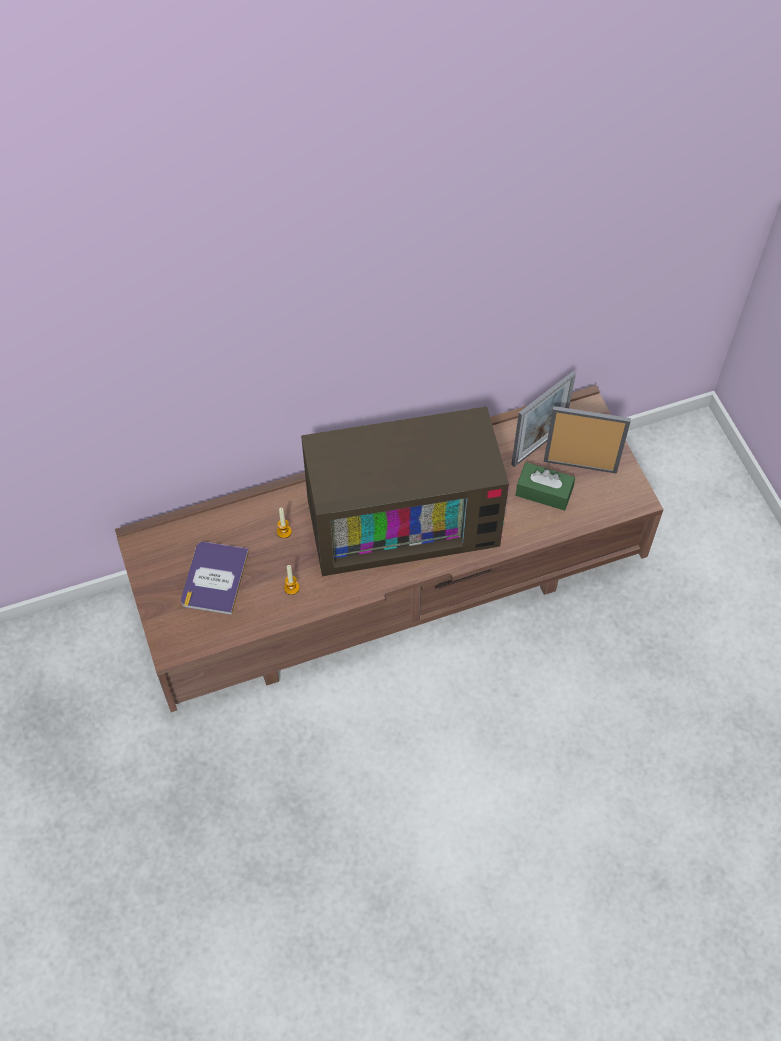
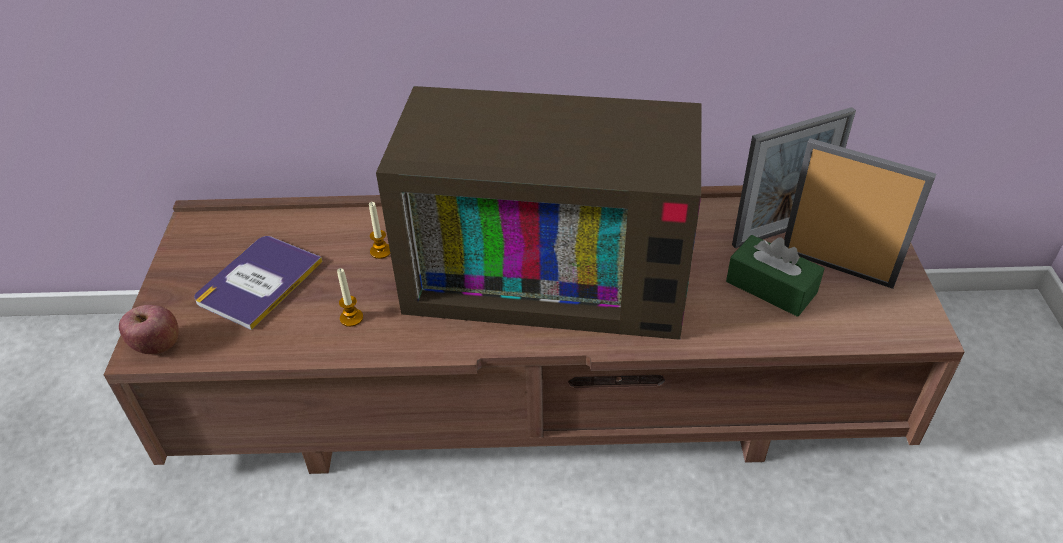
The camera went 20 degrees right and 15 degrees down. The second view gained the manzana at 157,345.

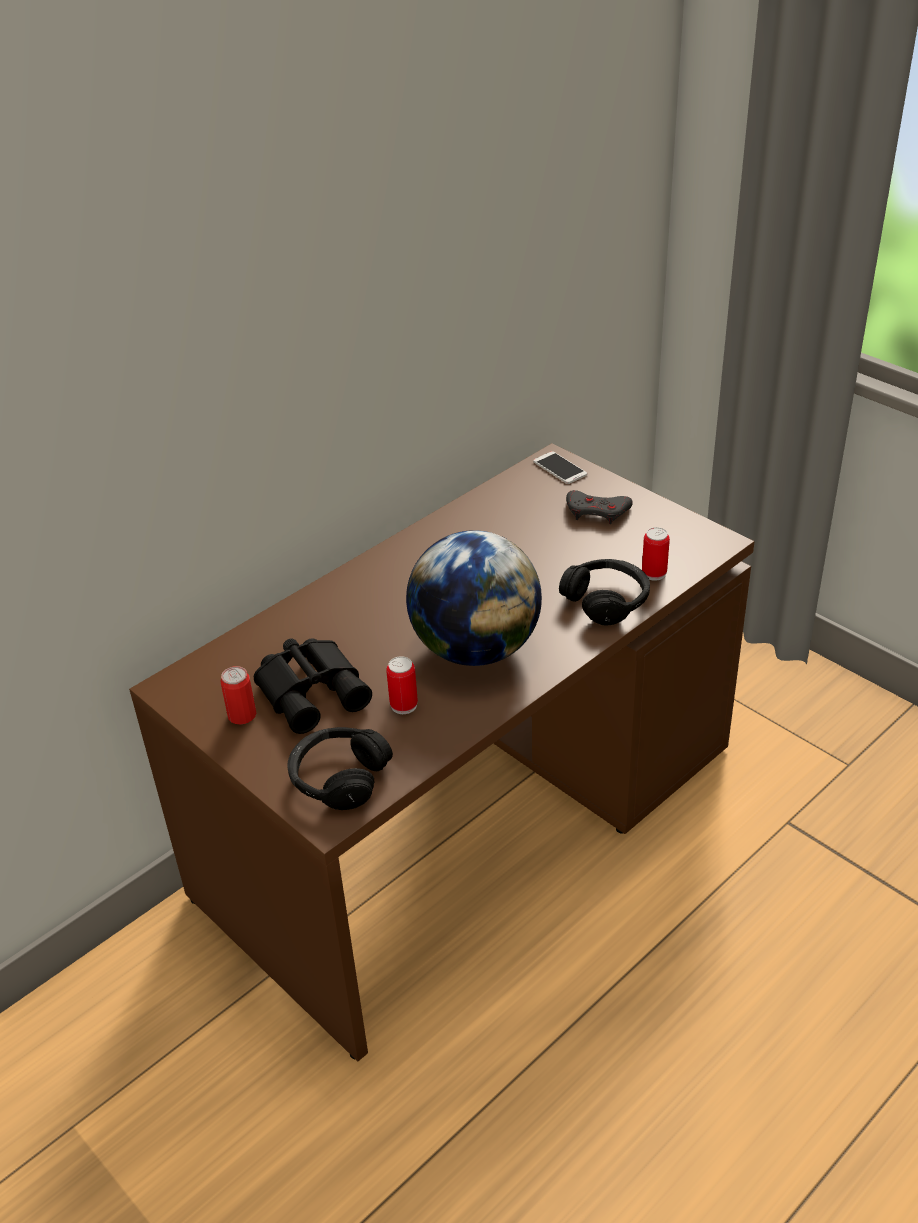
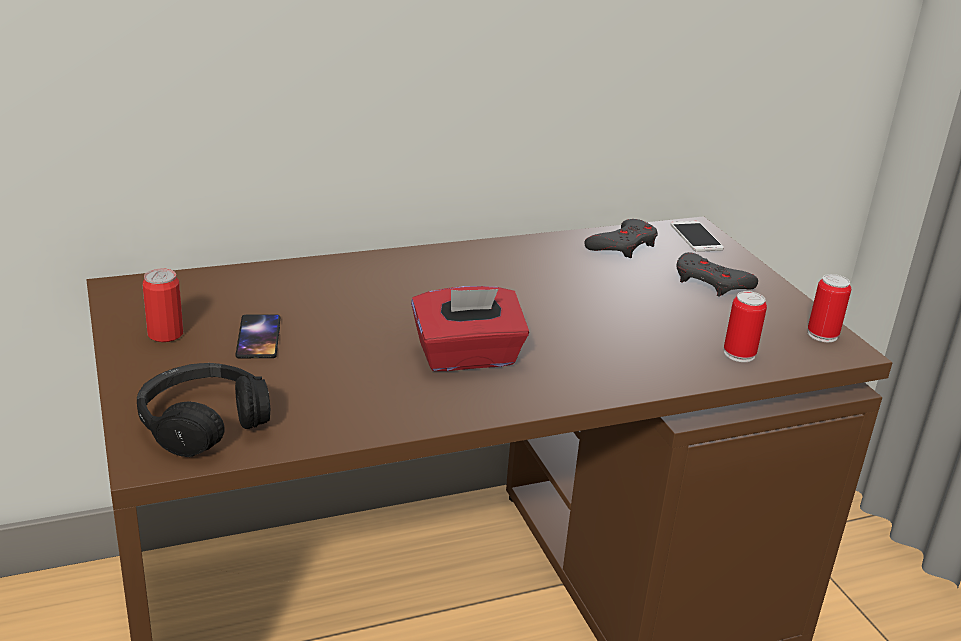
The camera went 20 degrees right and 10 degrees down. Where the globo terráqueo stood at 475,649, the caja de pañuelos/rojo came to stand at 467,357. The second view lost the auriculares/negro at 606,601. Where the prismáticos/negro stood at 313,690, the móvil came to stand at 259,337. The lata ended up elsewhere, having gone from 404,705 to 822,335. The second view gained the mando de consola/gris at 623,245.

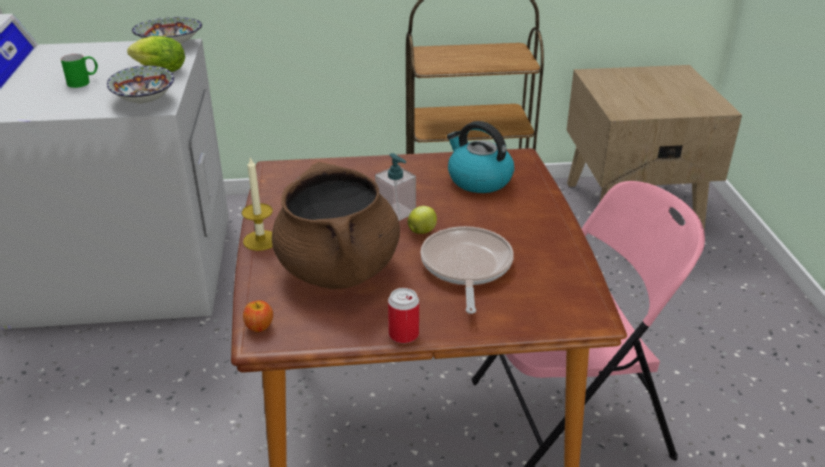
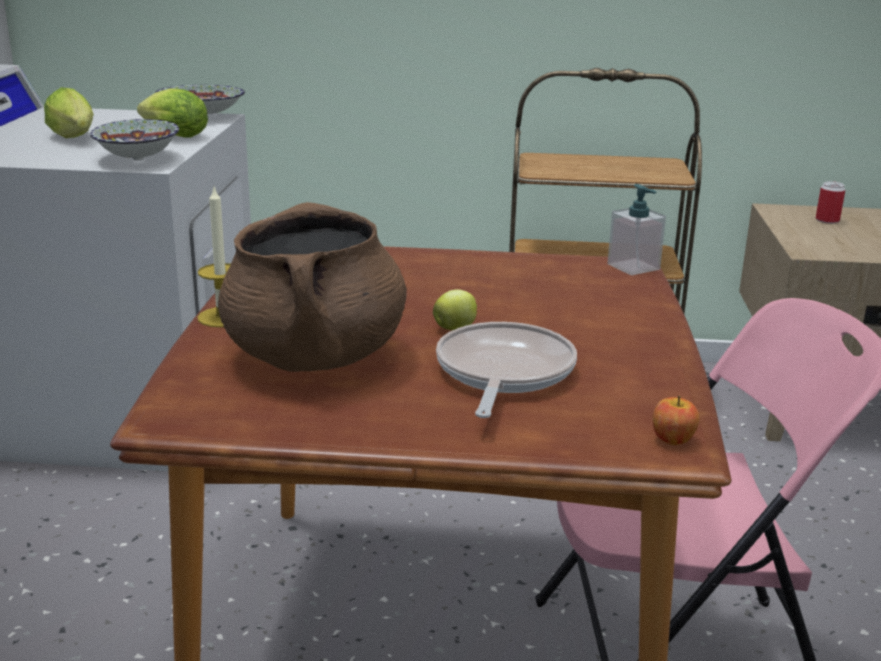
The camera went 10 degrees right and 10 degrees down. Where the taza grande/verde stood at 84,82, the lechuga came to stand at 75,139. The second view lost the hervidor at 478,180. The dispensador de jabón ended up elsewhere, having gone from 396,212 to 633,267. The lata ended up elsewhere, having gone from 403,334 to 827,220. The manzana ended up elsewhere, having gone from 259,326 to 673,439.

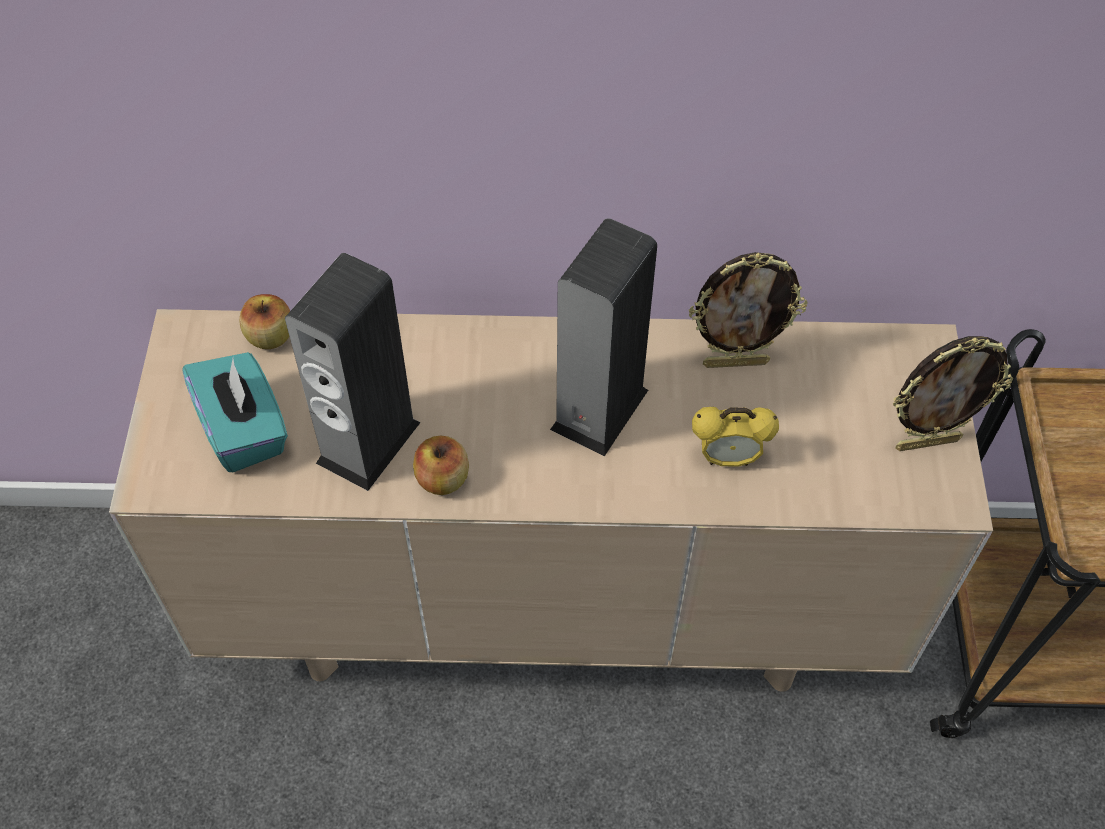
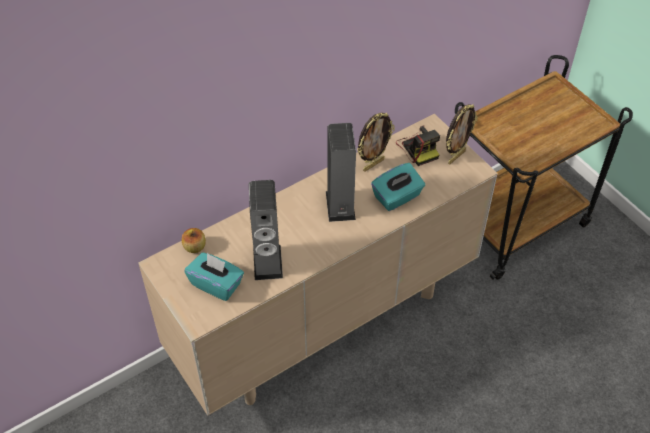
The camera went 35 degrees left and 5 degrees down. Where the despertador stood at 728,458, the caja de pañuelos/turquesa came to stand at 397,197. The second view lost the manzana at 442,479. The second view gained the cámara at 418,148.

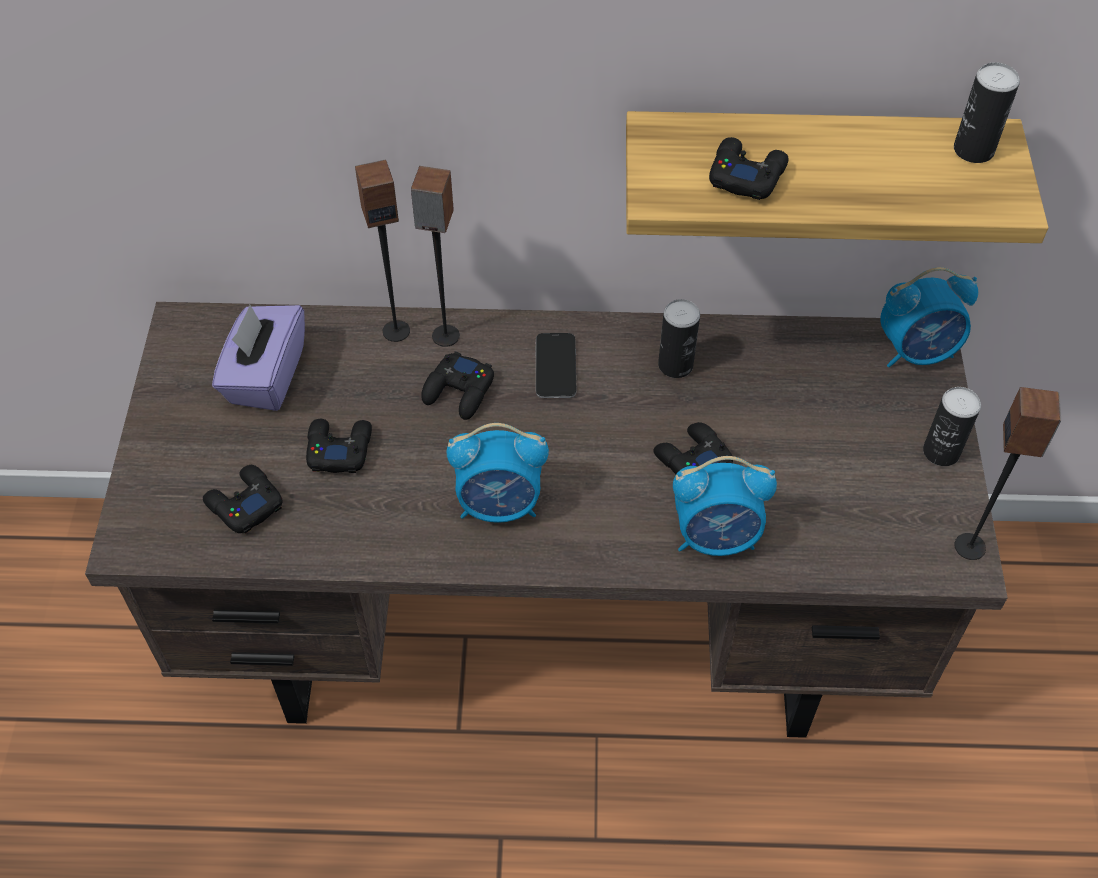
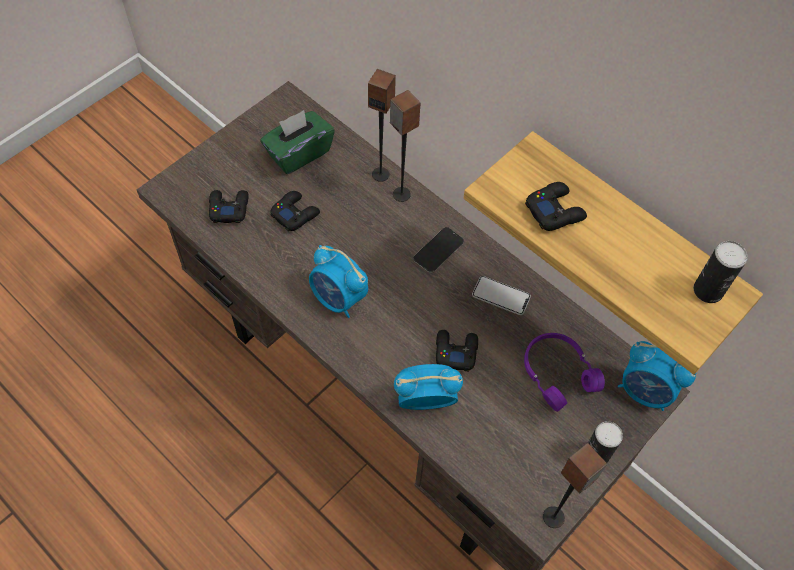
The camera went 40 degrees right and 5 degrees up. Where the lata stood at 675,365, the móvil came to stand at 501,296. What was the caja de pañuelos/morado at 265,376 turned into the caja de pañuelos/verde at 299,153. The second view lost the mando de consola/negro at 459,391. The despertador at 716,537 ended up facing another way, 135 degrees clockwise from before. The second view gained the auriculares/morado at 558,373.

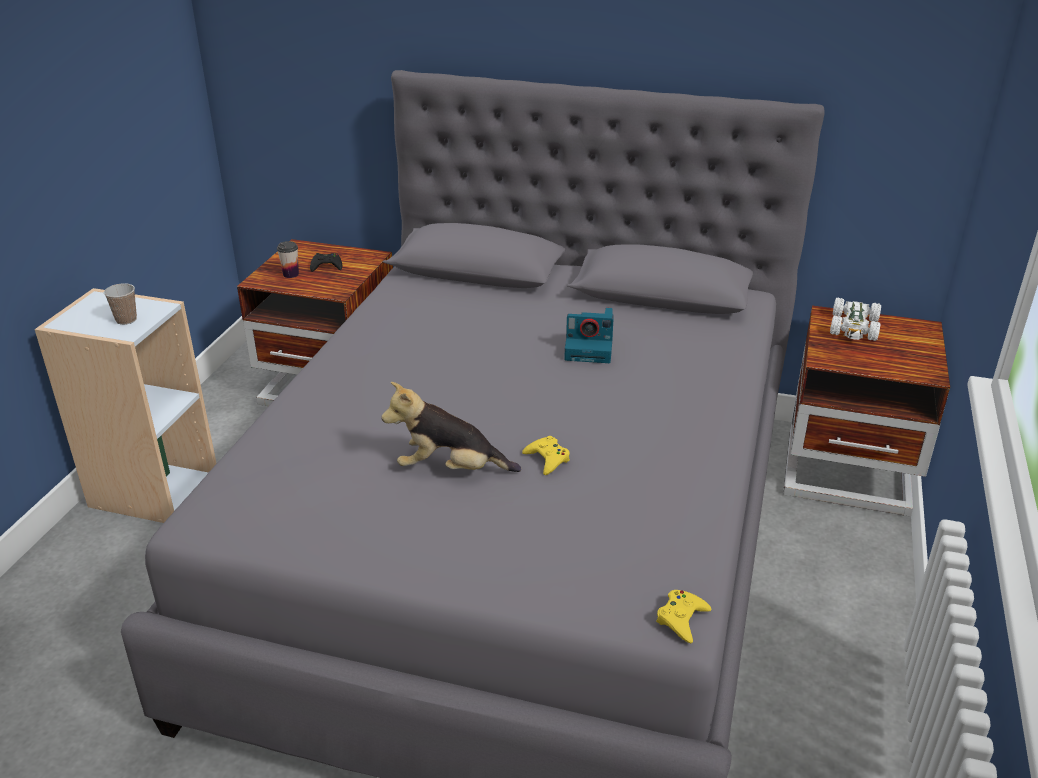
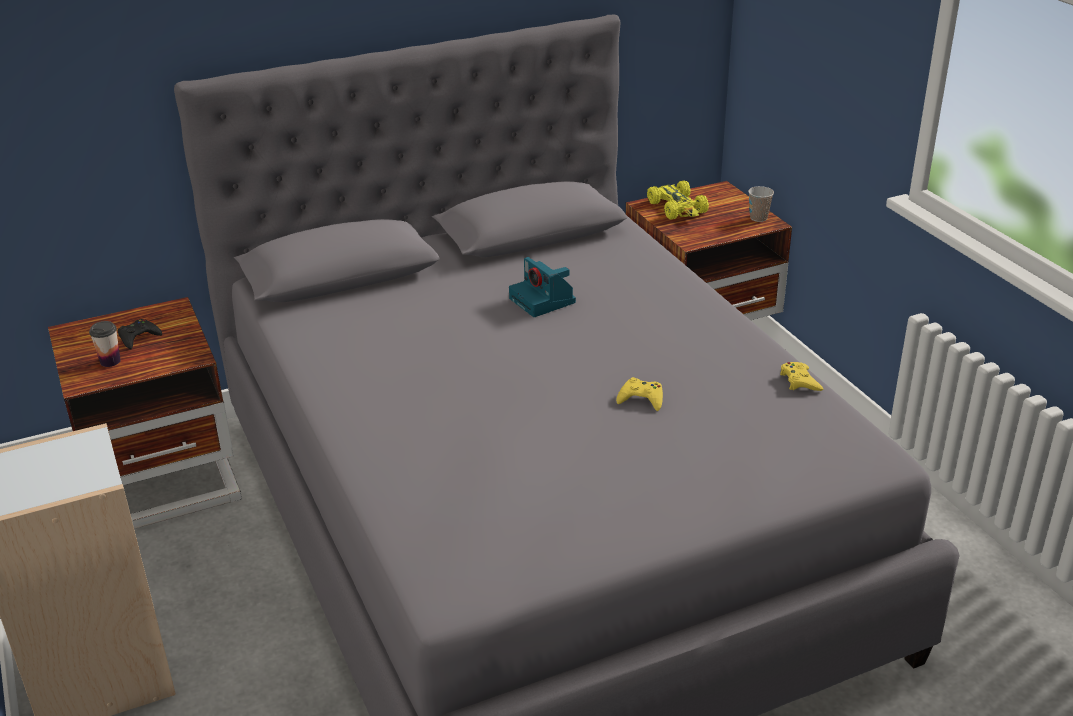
The camera went 40 degrees left and 0 degrees up. The taza ended up elsewhere, having gone from 126,320 to 758,218. What was the coche de juguete/blanco at 854,327 turned into the coche de juguete/amarillo at 678,208. The cámara at 590,349 ended up facing another way, 90 degrees clockwise from before. The second view lost the peluche at 450,469. The mando de consola/amarillo ended up elsewhere, having gone from 682,619 to 799,381.

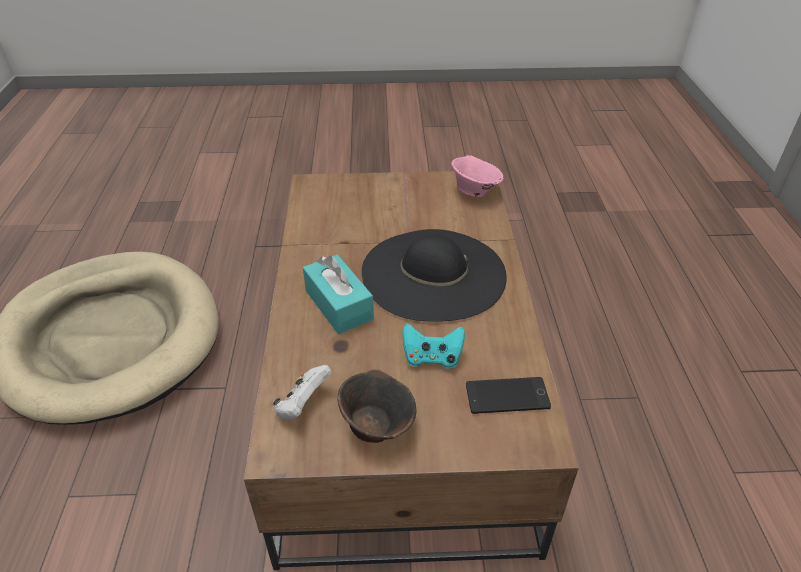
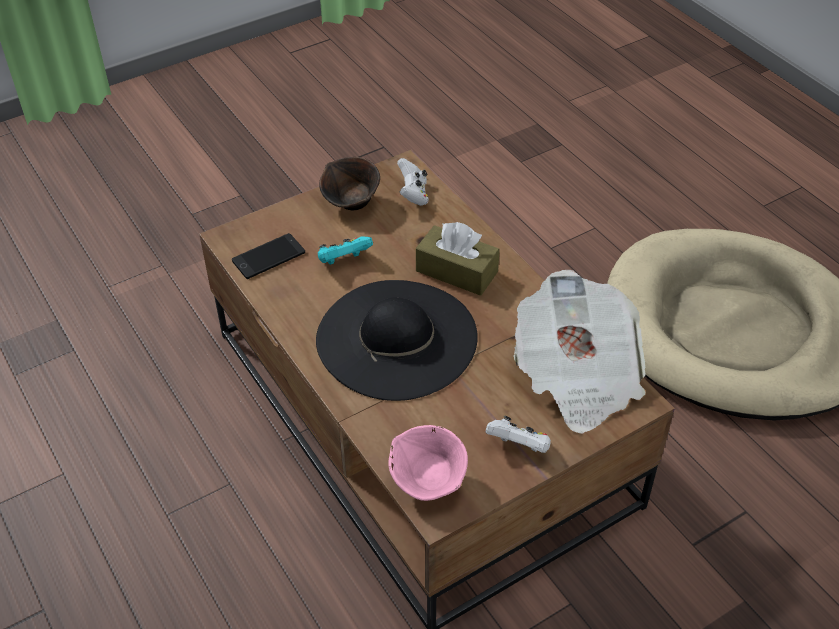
The camera went 150 degrees right and 5 degrees up. What was the caja de pañuelos/turquesa at 339,305 turned into the caja de pañuelos/marrón at 456,271. The second view gained the periódico at 577,376. The second view gained the mando de consola/blanco at 519,447.

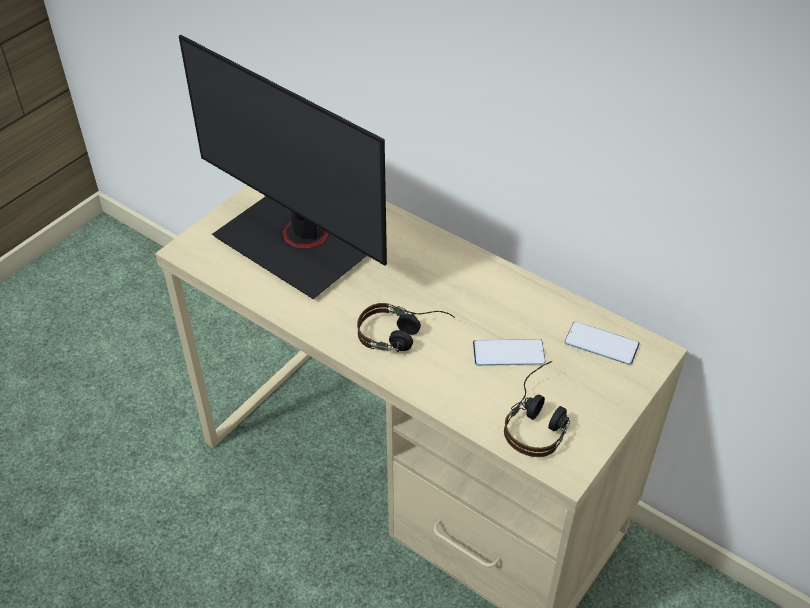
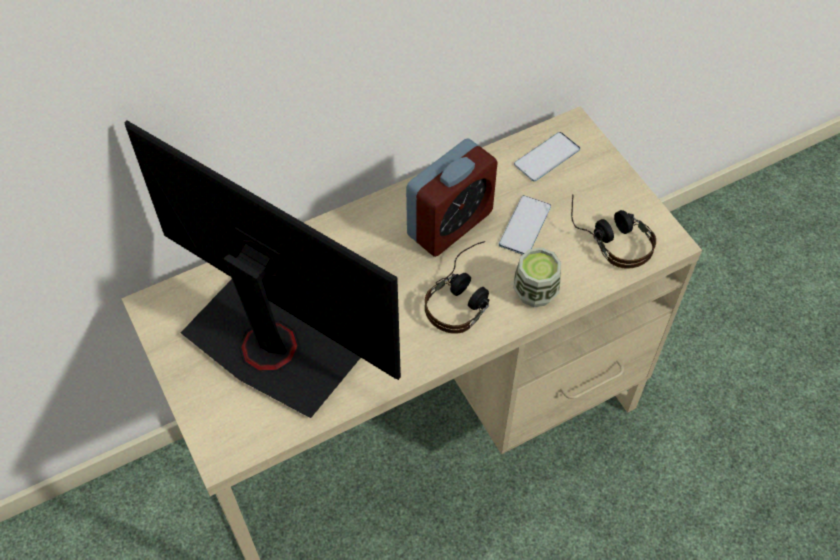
The camera went 65 degrees left and 10 degrees up. The monitor at 298,242 ended up facing another way, 120 degrees counterclockwise from before. The second view gained the despertador at 450,224. The second view gained the taza at 535,291.

